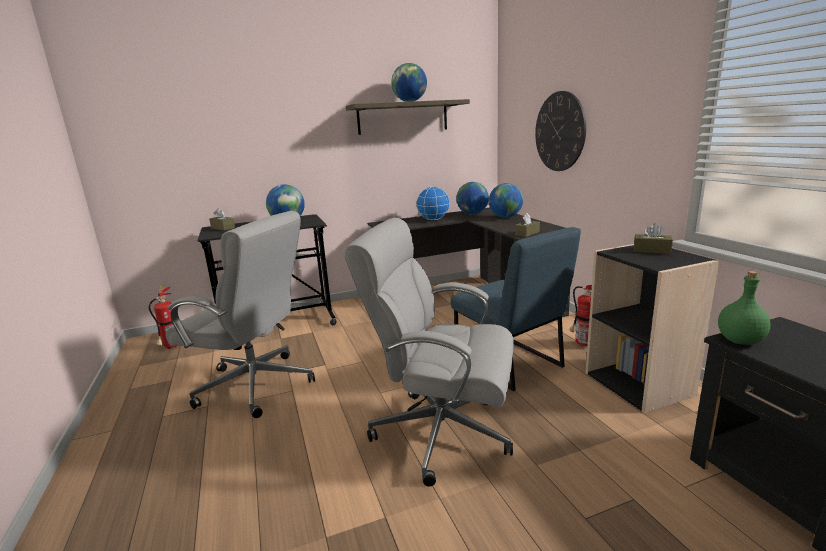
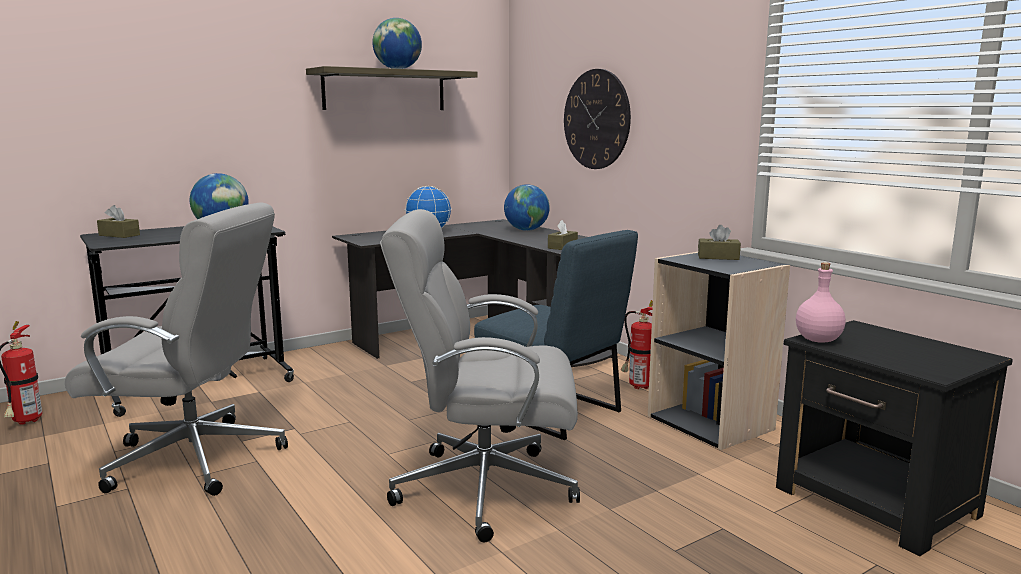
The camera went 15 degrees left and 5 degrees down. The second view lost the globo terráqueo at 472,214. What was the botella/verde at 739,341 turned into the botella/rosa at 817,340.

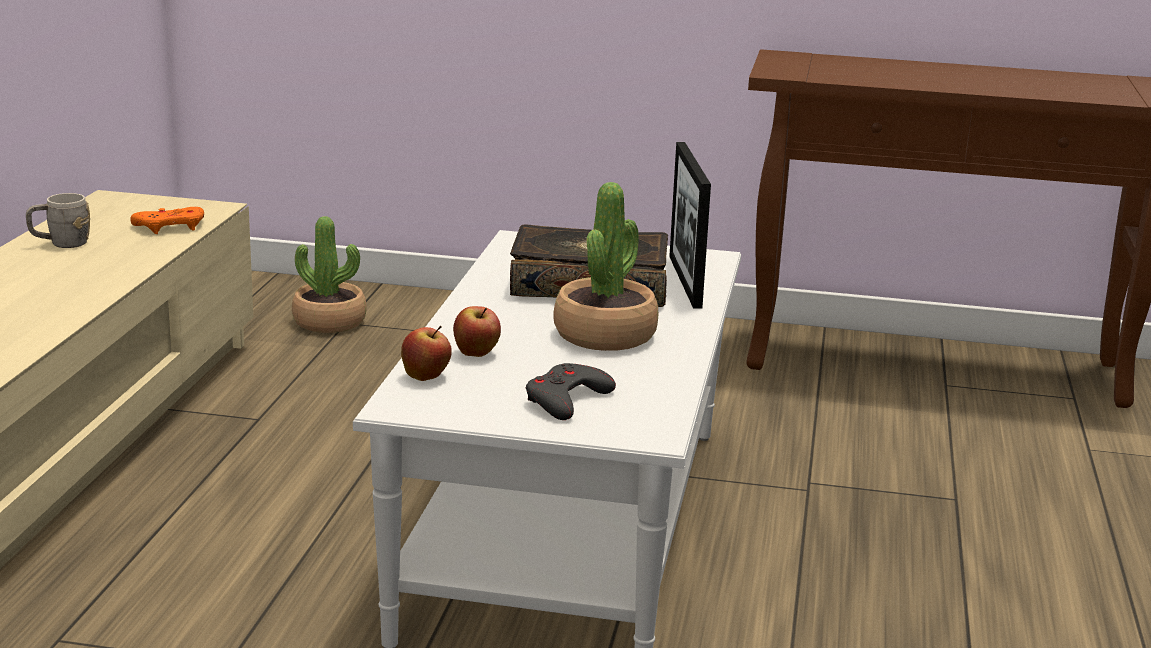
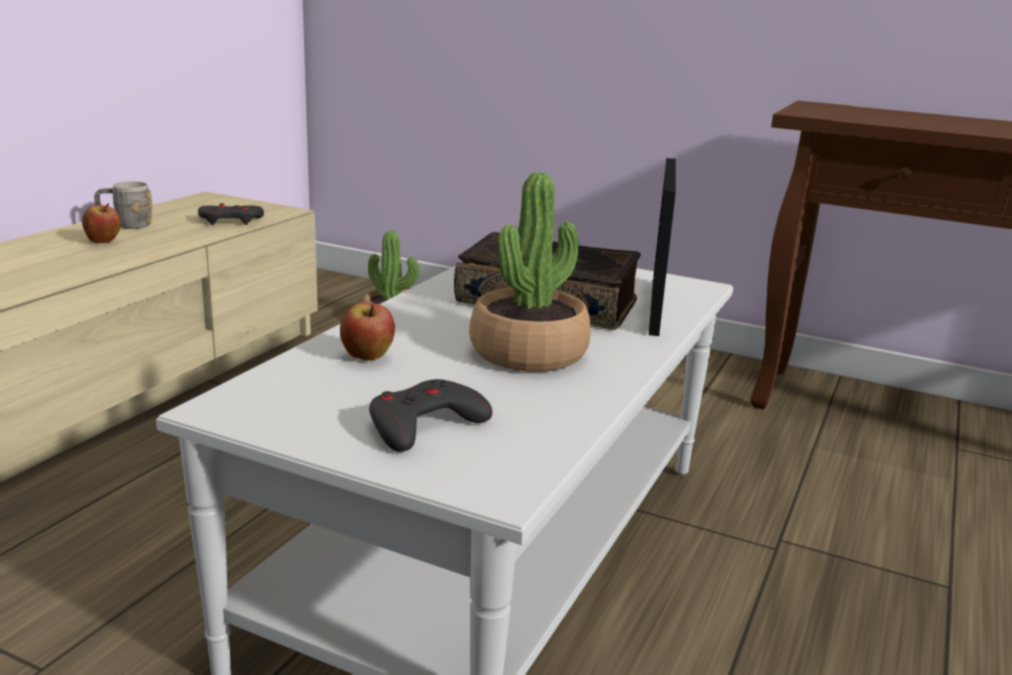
The camera went 15 degrees right and 0 degrees up. What was the mando de consola/naranja at 170,226 turned into the mando de consola/gris at 231,221. The manzana ended up elsewhere, having gone from 426,377 to 104,242.

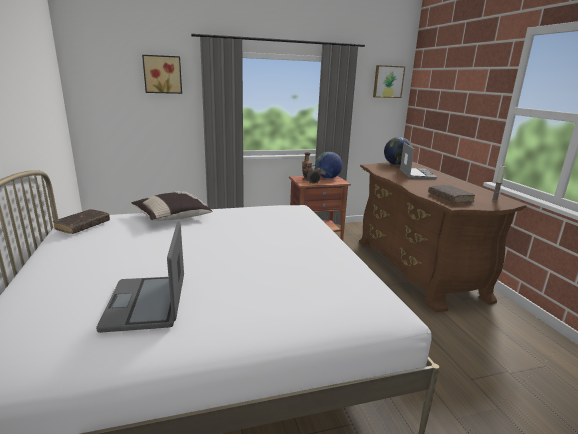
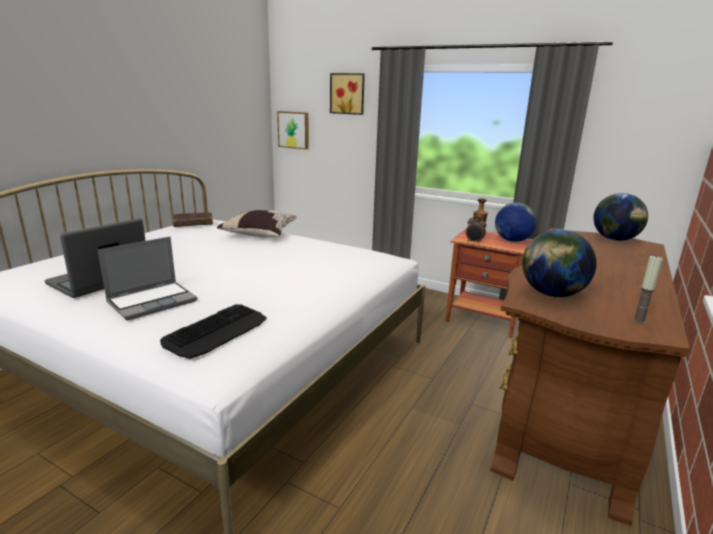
The camera went 45 degrees right and 0 degrees up. The cuadro ended up elsewhere, having gone from 388,81 to 294,130. The portátil ended up elsewhere, having gone from 416,174 to 153,301. Where the libro/marrón stood at 450,198, the globo terráqueo came to stand at 551,294. The second view gained the teclado at 217,331.

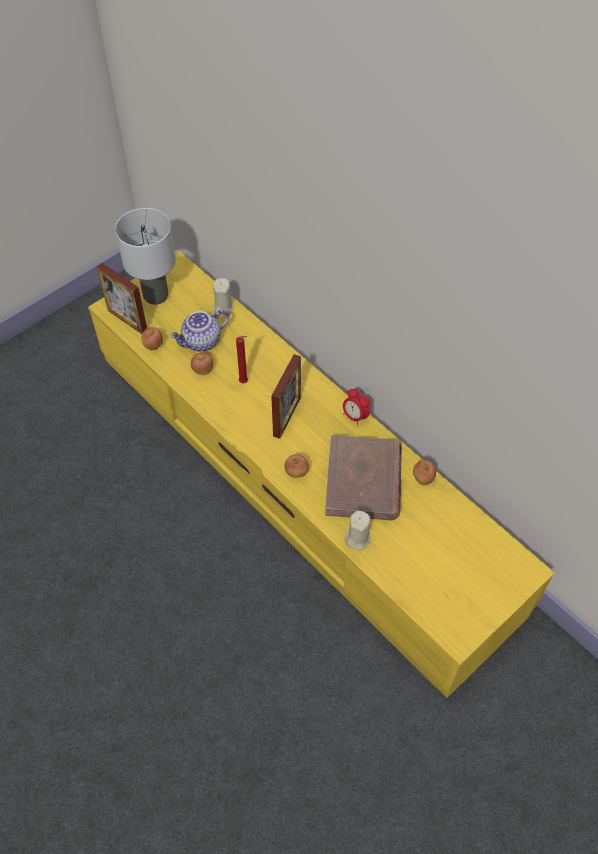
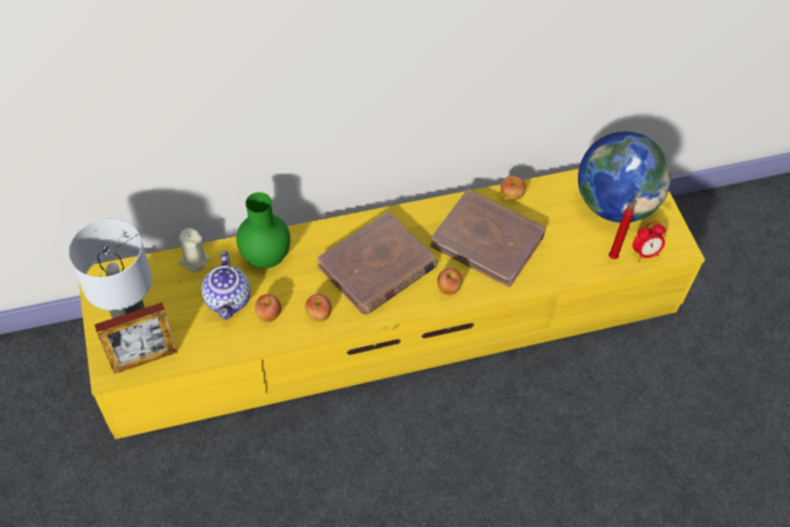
The camera went 65 degrees left and 0 degrees up. The manzana ended up elsewhere, having gone from 153,345 to 318,315. The vela/rojo ended up elsewhere, having gone from 244,382 to 614,256. Where the portarretratos stood at 287,417, the libro/marrón came to stand at 377,267. The despertador ended up elsewhere, having gone from 355,417 to 645,253. The second view lost the vela/beis at 357,538. The second view gained the globo terráqueo at 614,204. The second view gained the florero/verde at 266,259.

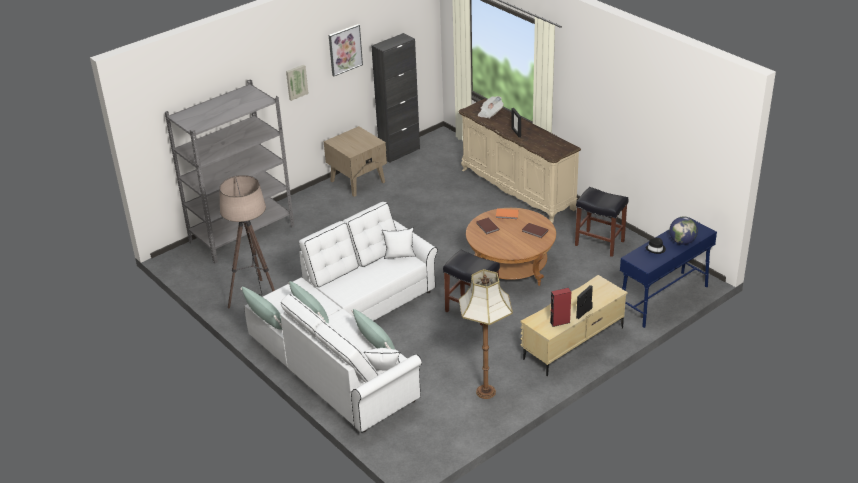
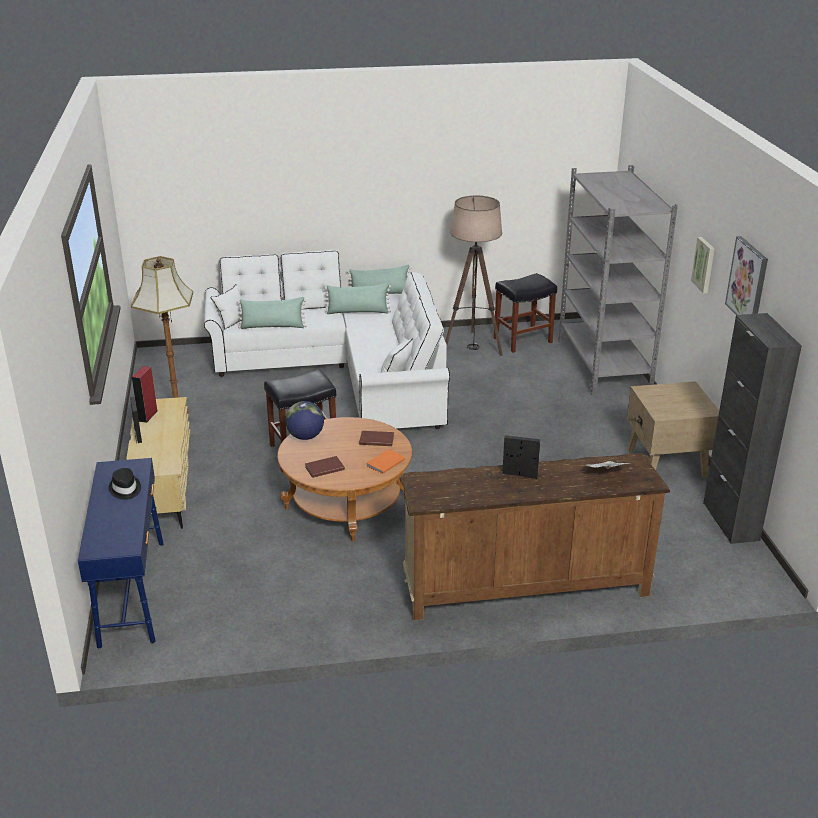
The camera went 120 degrees right and 5 degrees down. The taburete/negro ended up elsewhere, having gone from 600,243 to 522,340. The globo terráqueo ended up elsewhere, having gone from 682,241 to 305,437.

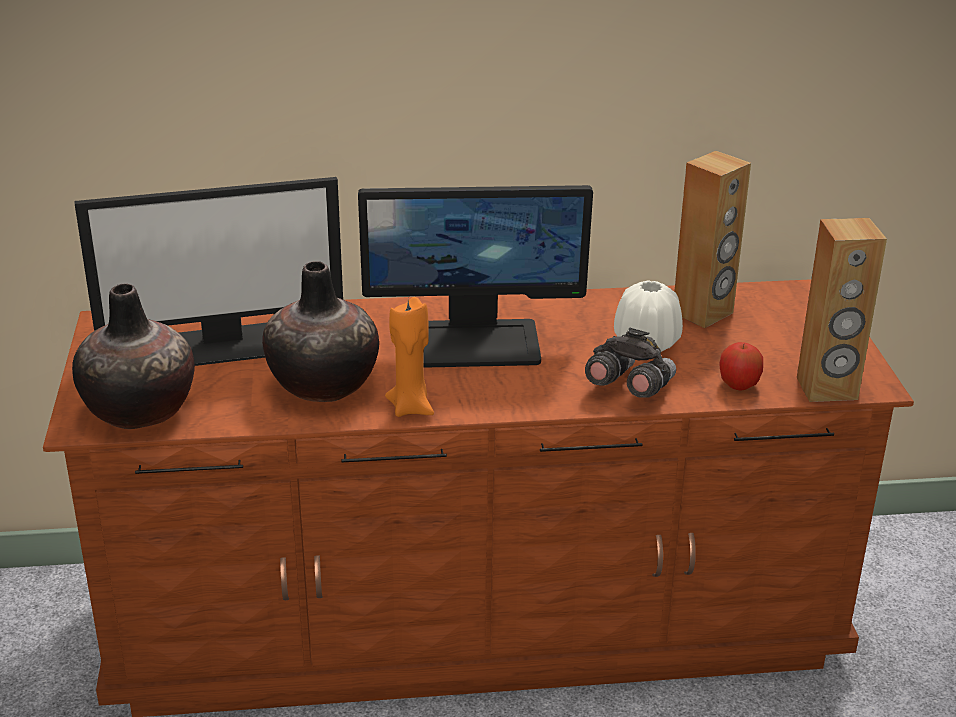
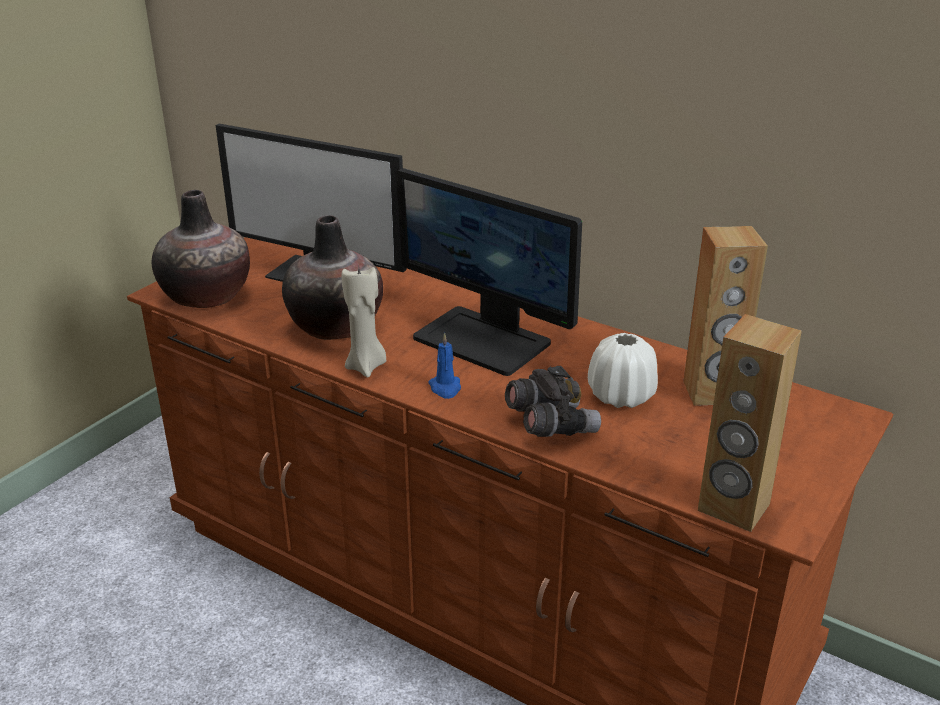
The camera went 40 degrees right and 0 degrees up. What was the vela/naranja at 411,407 turned into the vela/beis at 366,366. The second view lost the manzana at 738,384. The second view gained the vela/azul at 445,388.

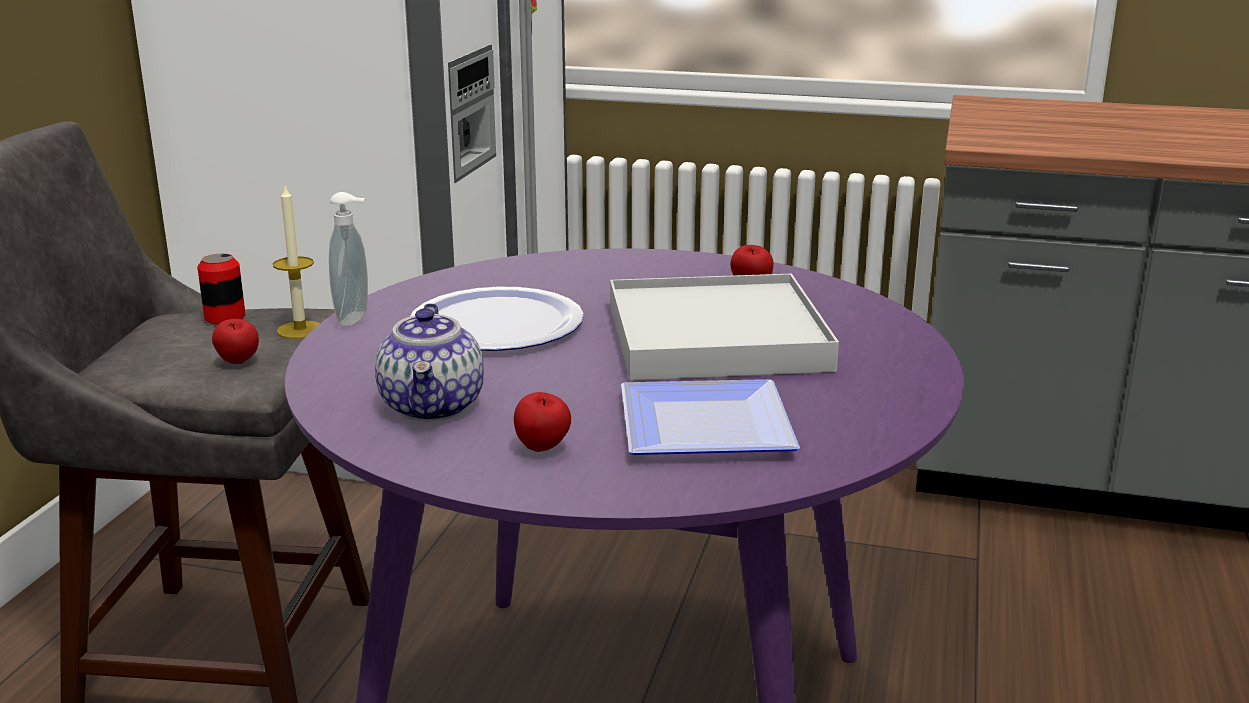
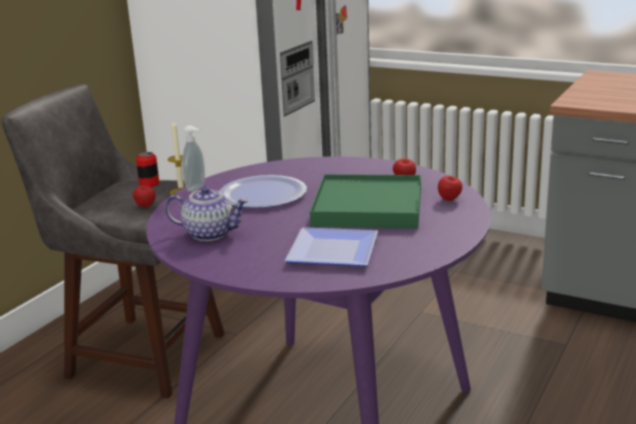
The camera went 15 degrees right and 0 degrees up. What was the bandeja/blanco at 715,337 turned into the bandeja/verde at 368,207. The tetera at 434,407 ended up facing another way, 90 degrees counterclockwise from before. The manzana ended up elsewhere, having gone from 543,449 to 449,200.

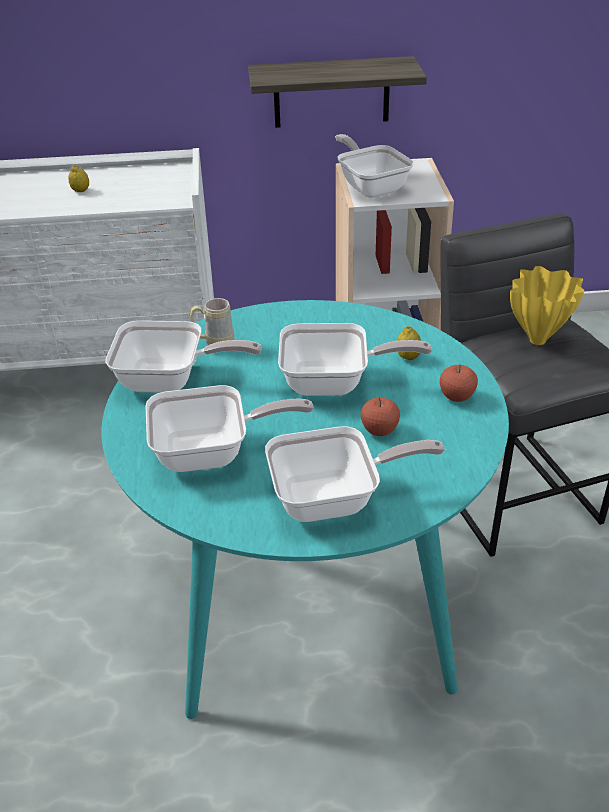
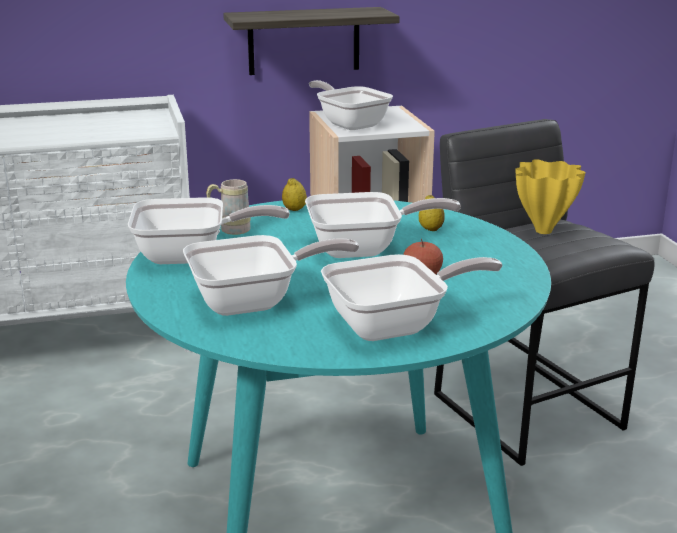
The camera went 10 degrees left and 15 degrees down. The limón ended up elsewhere, having gone from 81,191 to 294,210. The second view lost the manzana at 456,397.

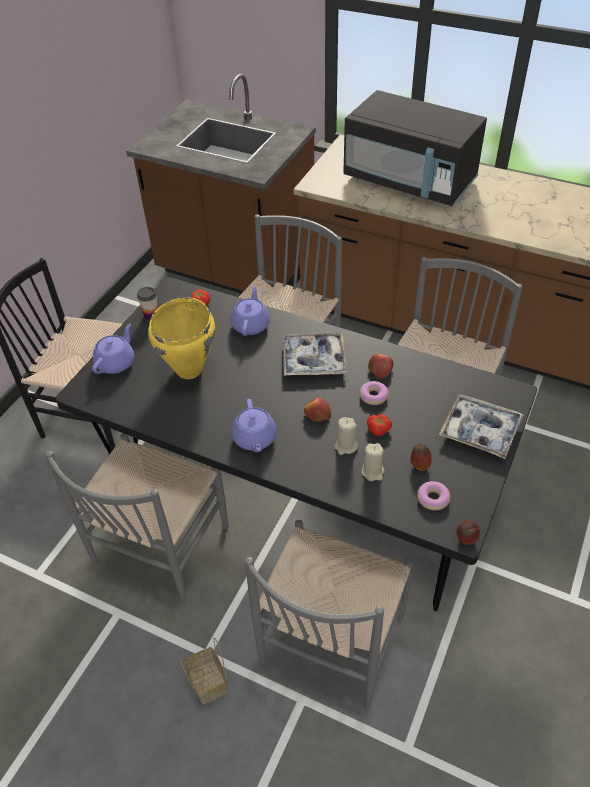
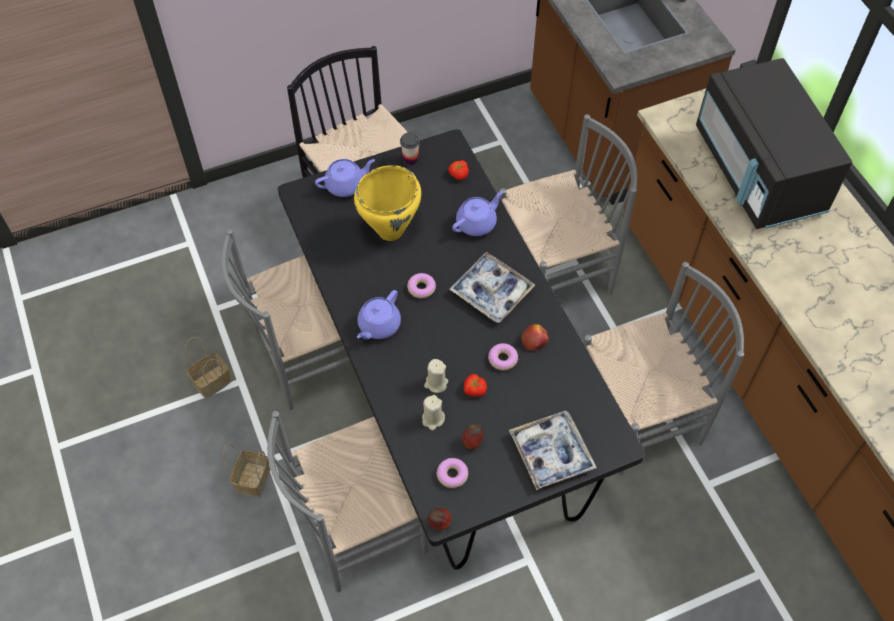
The camera went 40 degrees right and 10 degrees up. The second view lost the manzana at 317,414. The second view gained the rosquilla at 421,288. The second view gained the cesta at 212,381.

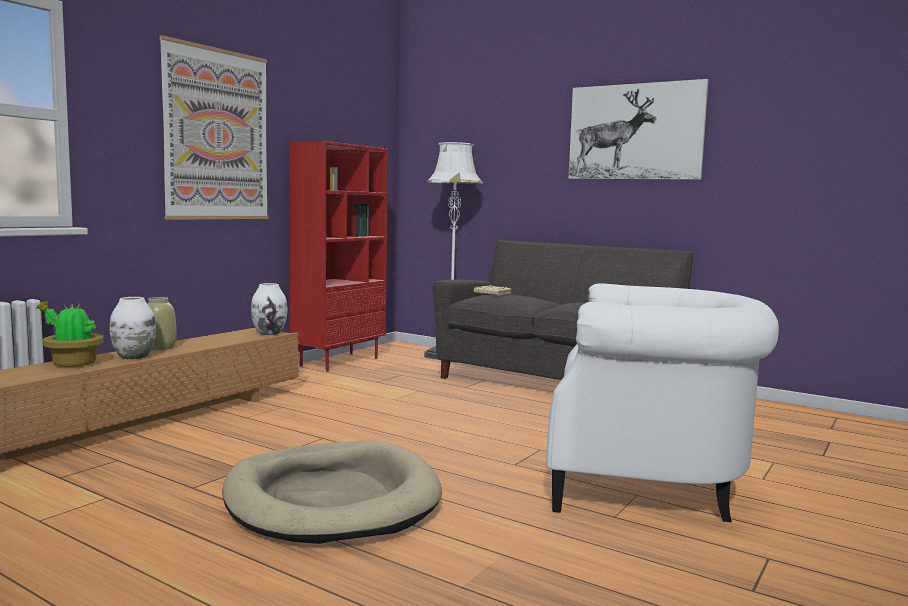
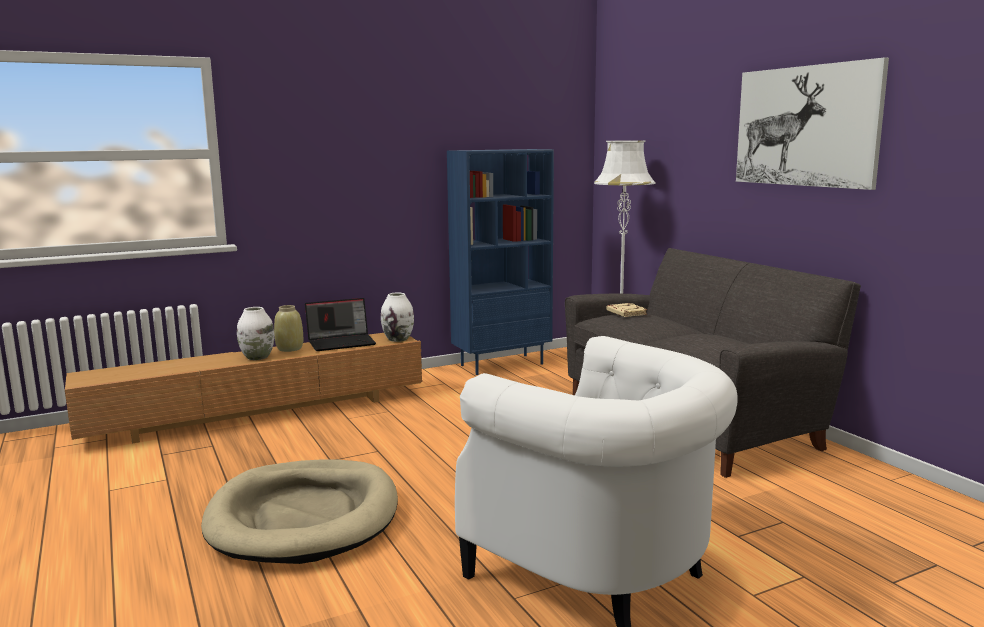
The camera went 30 degrees right and 5 degrees up. The second view lost the cuadro at 217,135. What was the estantería/rojo at 339,361 turned into the estantería/azul at 502,364. The second view lost the planta en maceta at 72,363. The second view gained the portátil at 342,342.

